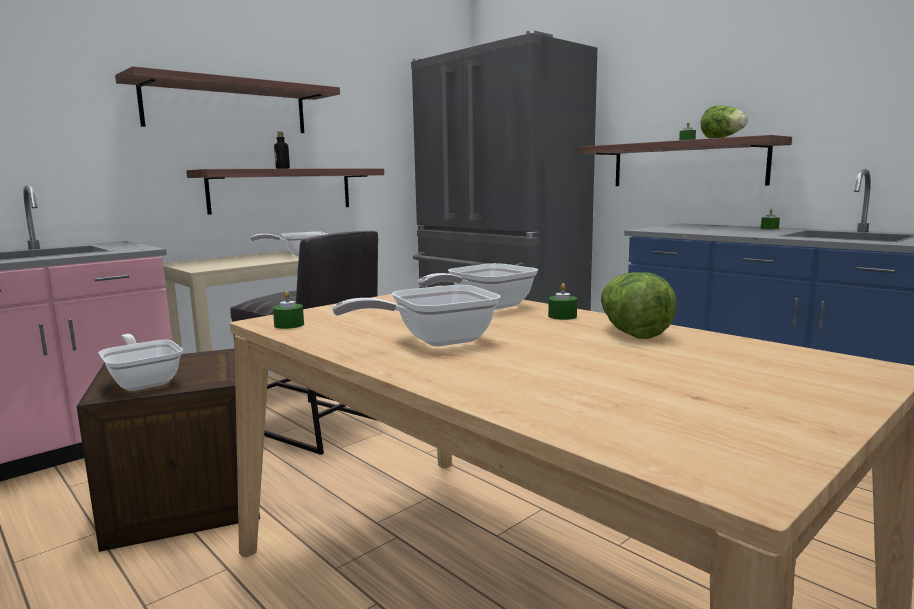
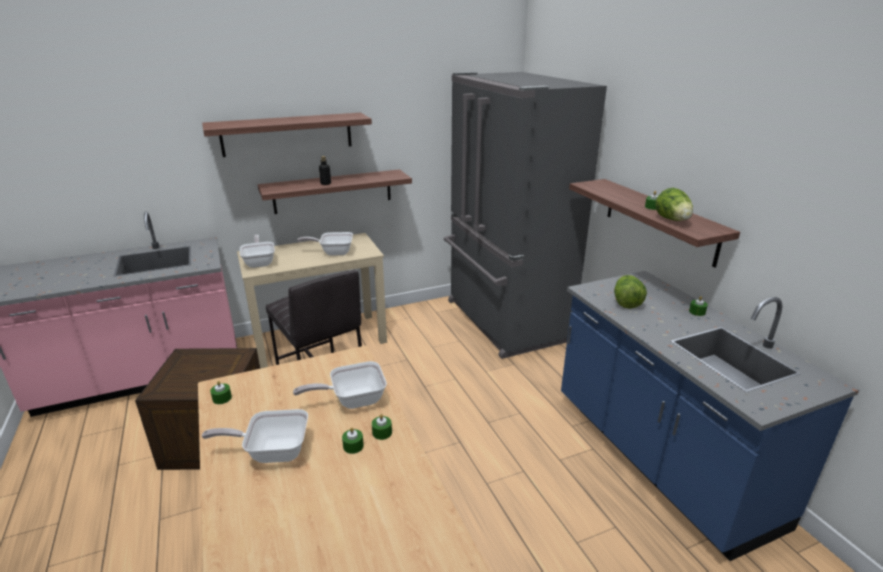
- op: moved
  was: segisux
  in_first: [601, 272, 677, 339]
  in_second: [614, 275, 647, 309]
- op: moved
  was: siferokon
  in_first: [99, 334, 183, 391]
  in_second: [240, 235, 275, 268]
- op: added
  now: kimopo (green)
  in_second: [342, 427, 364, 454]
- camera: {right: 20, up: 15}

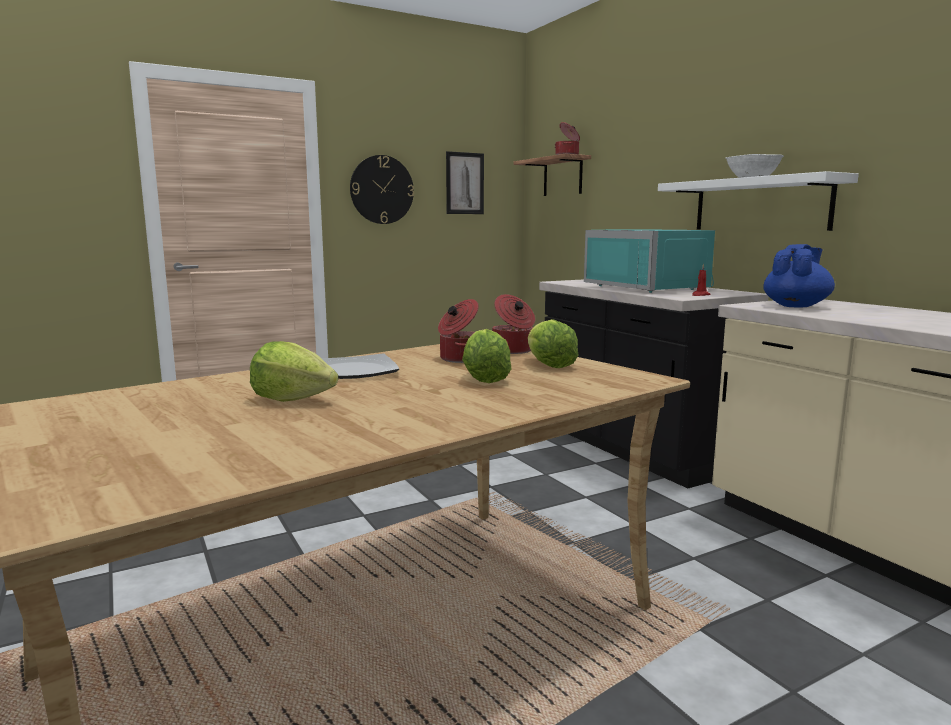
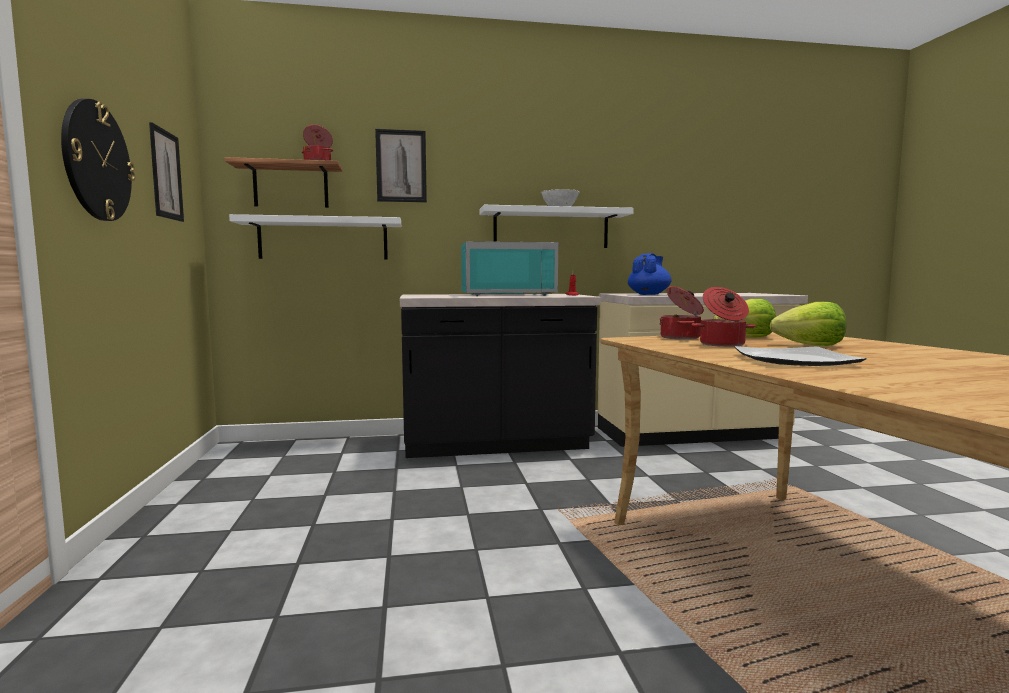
- op: turned
  was: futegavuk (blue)
  in_first: [763, 244, 835, 307]
  in_second: [628, 253, 672, 295]
  clockwise: 60
- op: removed
  was: segisux
  in_first: [250, 341, 338, 402]
- op: added
  now: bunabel
  in_second: [375, 129, 427, 202]
- op: added
  now: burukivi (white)
  in_second: [229, 214, 401, 259]
- camera: {right: -70, up: -5}

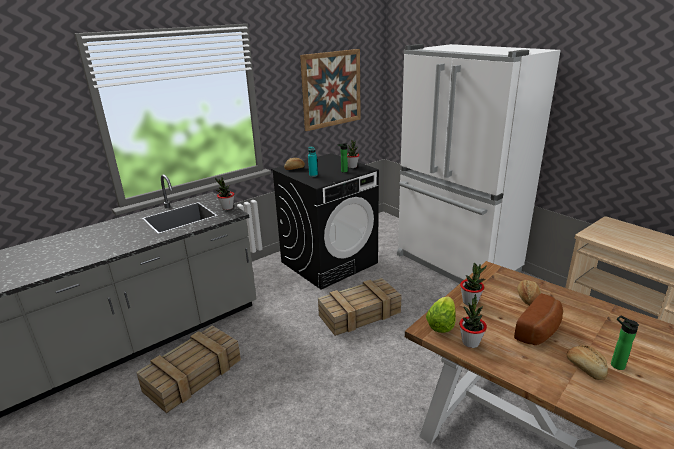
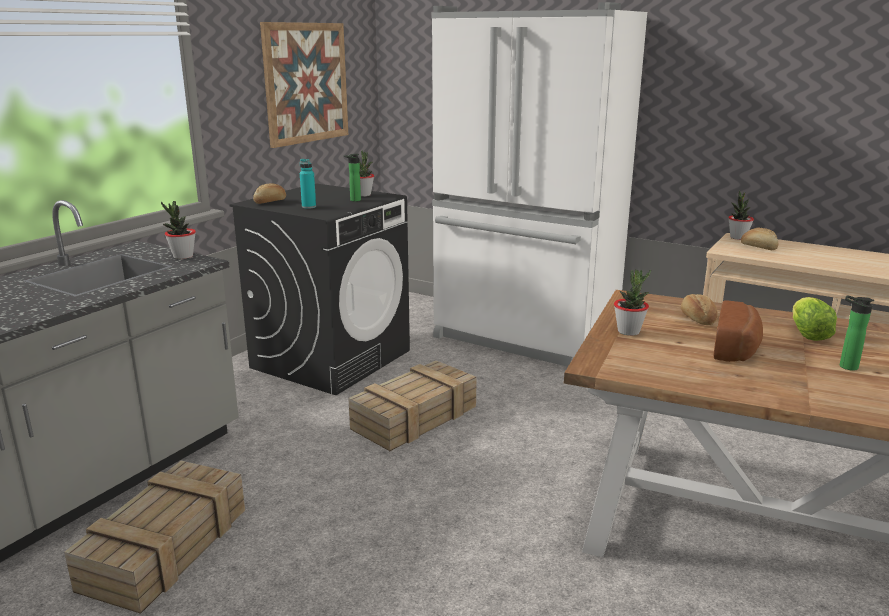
- op: moved
  was: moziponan
  in_first: [459, 294, 487, 348]
  in_second: [728, 190, 754, 240]
- op: moved
  was: segisux
  in_first: [426, 297, 456, 333]
  in_second: [793, 297, 837, 341]
- op: moved
  was: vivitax
  in_first: [567, 345, 608, 380]
  in_second: [741, 227, 778, 250]
- camera: {right: -20, up: -5}

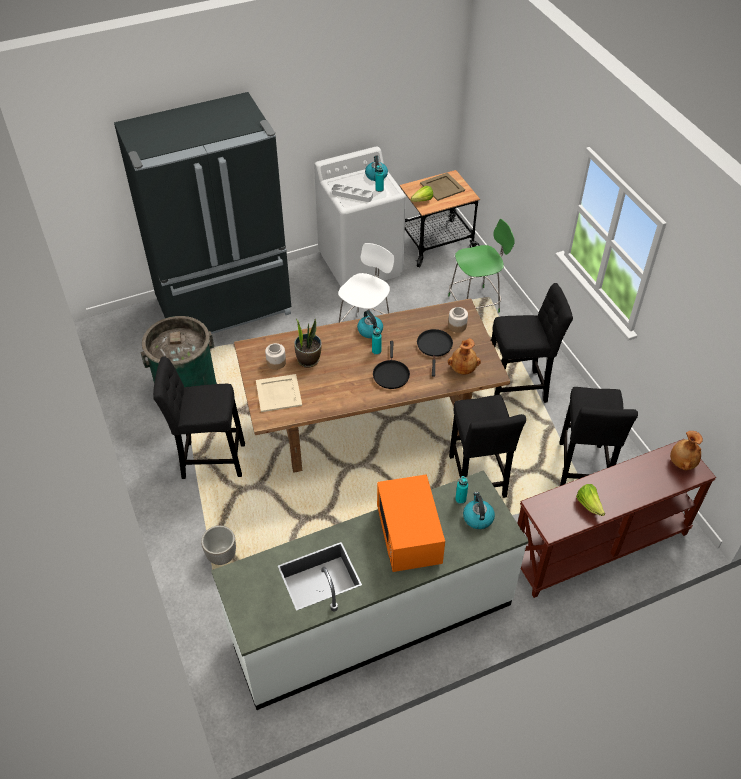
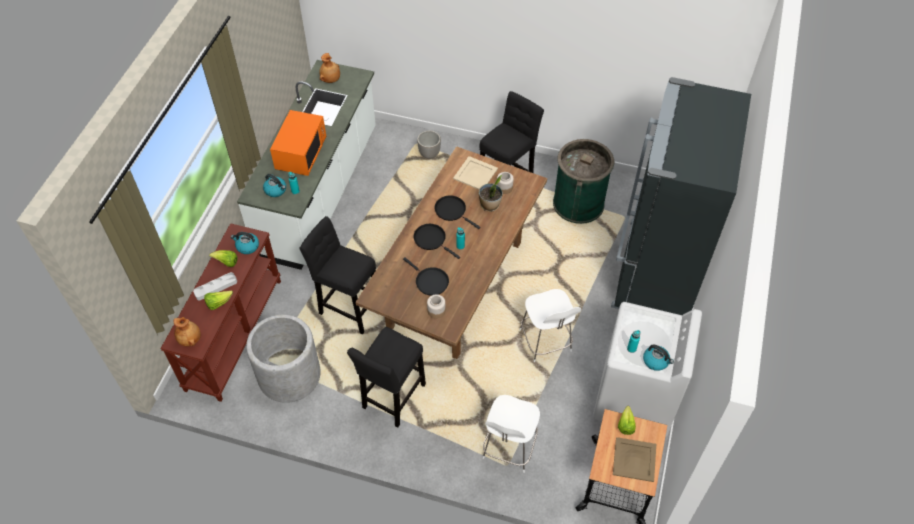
- op: moved
  was: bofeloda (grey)
  in_first: [332, 184, 373, 202]
  in_second: [193, 272, 237, 300]
- op: recoloured
  was: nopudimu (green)
  now: nopudimu (white)
  in_first: [448, 219, 515, 313]
  in_second: [483, 395, 540, 473]
- op: moved
  was: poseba
  in_first: [357, 310, 383, 338]
  in_second: [231, 232, 259, 254]
- op: moved
  was: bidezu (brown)
  in_first: [448, 338, 481, 374]
  in_second: [319, 53, 340, 83]
- op: replaced
  was: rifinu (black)
  now: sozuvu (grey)
  in_first: [559, 387, 638, 486]
  in_second: [246, 314, 321, 403]
- op: turned
  was: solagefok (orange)
  in_first: [377, 474, 445, 572]
  in_second: [270, 110, 326, 176]
  clockwise: 75
- op: added
  now: siferokon (black)
  in_second: [435, 195, 480, 229]
- op: added
  now: segisux
  in_second: [204, 290, 233, 310]
- camera: {right: 130, up: 5}

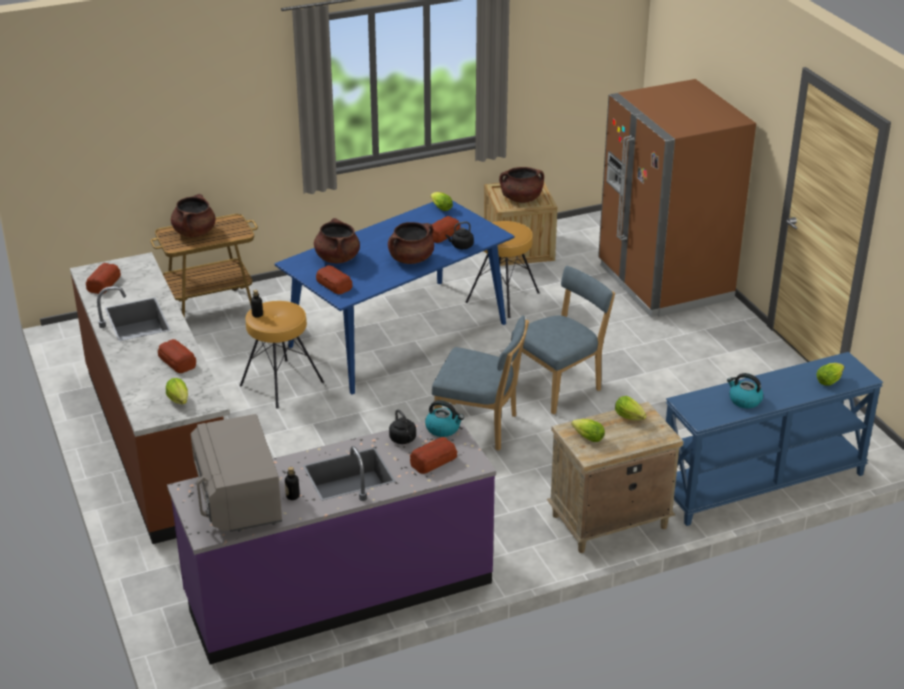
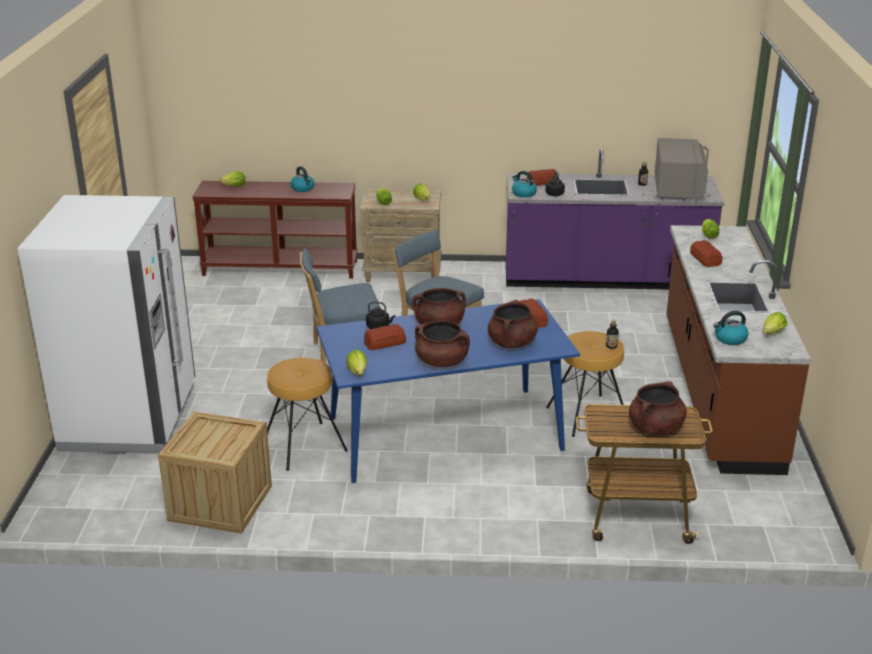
- op: recoloured
  was: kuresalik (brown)
  now: kuresalik (white)
  in_first: [598, 79, 756, 317]
  in_second: [18, 195, 195, 454]
- op: moved
  was: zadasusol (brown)
  in_first: [499, 167, 544, 203]
  in_second: [415, 320, 470, 367]
- op: replaced
  was: vivitax
  now: segisux
  in_first: [86, 263, 121, 294]
  in_second: [763, 312, 787, 334]
- op: recoloured
  was: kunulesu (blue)
  now: kunulesu (brown)
  in_first: [666, 352, 883, 526]
  in_second: [192, 181, 358, 279]
- op: added
  now: poseba
  in_second: [713, 311, 749, 345]
- camera: {right: -155, up: -5}

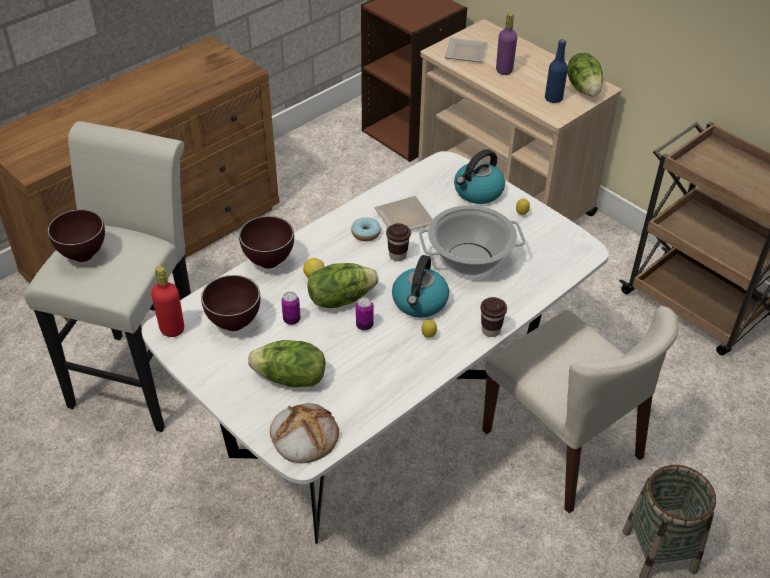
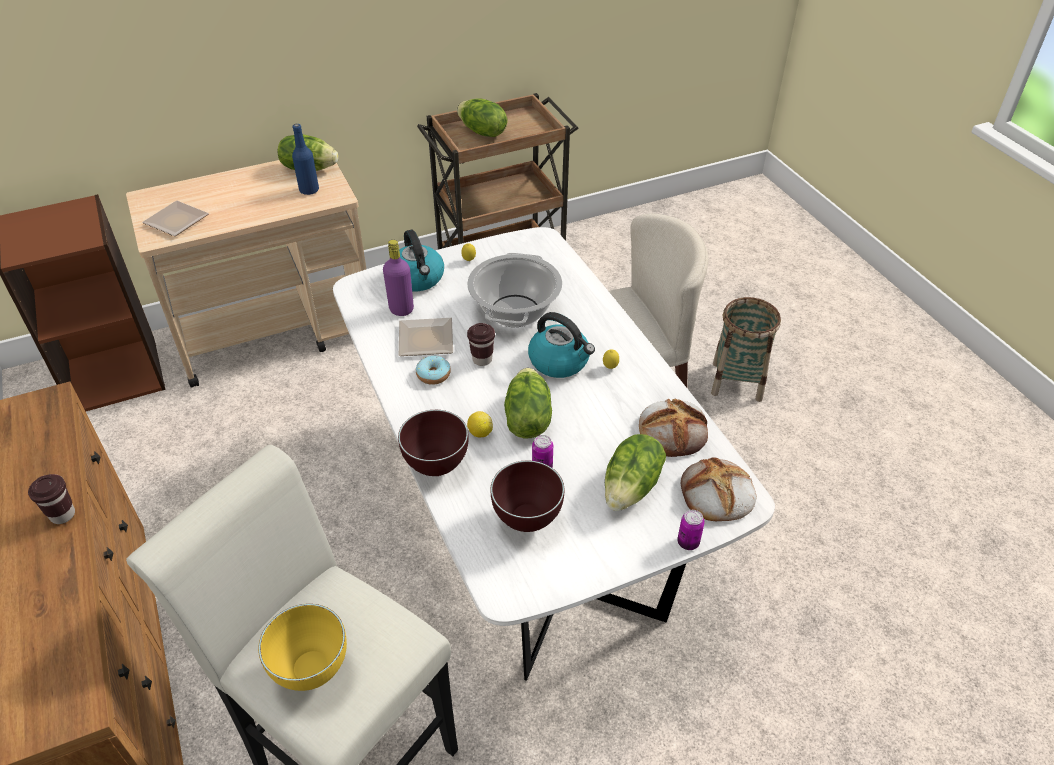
- op: moved
  was: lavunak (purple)
  in_first: [496, 13, 517, 75]
  in_second: [383, 240, 414, 316]
- op: recoloured
  was: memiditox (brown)
  now: memiditox (yellow)
  in_first: [48, 209, 105, 262]
  in_second: [258, 604, 347, 691]
- op: removed
  was: lavunak (red)
  in_first: [151, 266, 184, 337]
- op: moved
  was: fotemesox
  in_first: [356, 297, 374, 330]
  in_second: [677, 510, 705, 550]
- op: moved
  was: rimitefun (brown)
  in_first: [481, 297, 507, 337]
  in_second: [28, 474, 75, 524]
- op: added
  now: segisux
  in_second: [457, 98, 507, 137]
- op: added
  now: vivitax
  in_second: [639, 399, 708, 457]
- camera: {right: -70, up: 0}

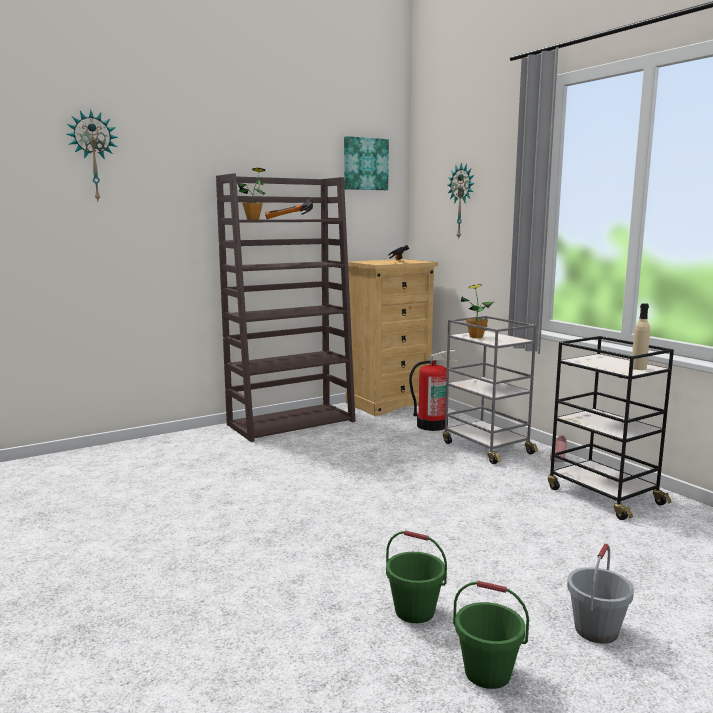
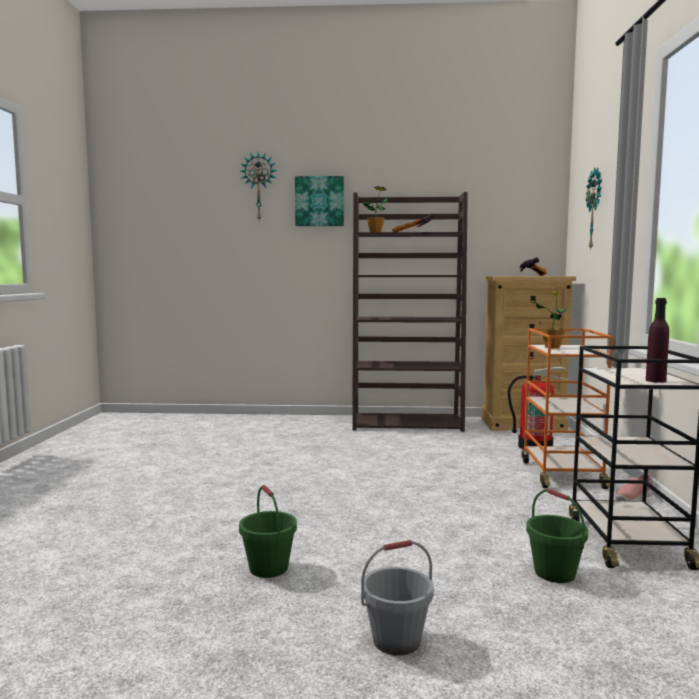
- op: moved
  was: bunabel
  in_first: [344, 136, 389, 190]
  in_second: [295, 176, 344, 226]
- op: recoloured
  was: lavunak (beige)
  now: lavunak (purple)
  in_first: [632, 303, 650, 370]
  in_second: [646, 298, 669, 383]
- op: recoloured
  was: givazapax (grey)
  now: givazapax (orange)
  in_first: [443, 316, 538, 464]
  in_second: [522, 328, 613, 489]
- op: moved
  was: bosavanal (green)
  in_first: [453, 581, 529, 689]
  in_second: [526, 489, 588, 583]
- camera: {right: 35, up: -5}

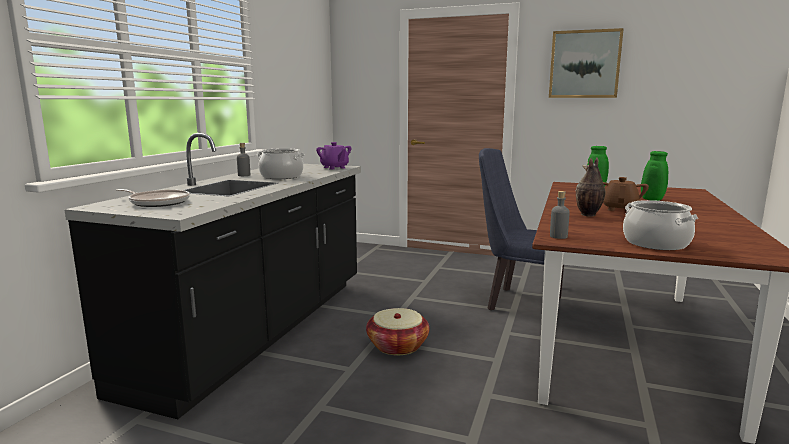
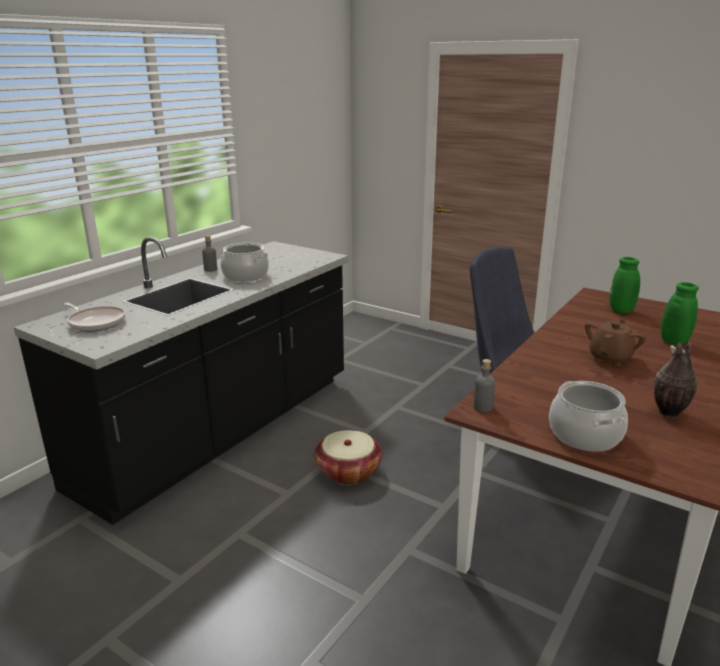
- op: removed
  was: bunabel
  in_first: [549, 28, 624, 98]
- op: removed
  was: futegavuk (purple)
  in_first: [316, 142, 351, 169]
- op: moved
  was: bidezu
  in_first: [576, 158, 606, 217]
  in_second: [654, 341, 697, 418]
- camera: {right: 15, up: 10}

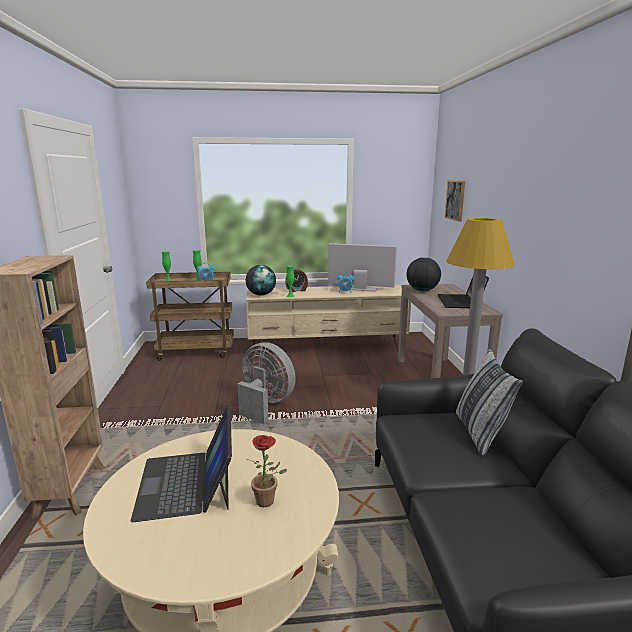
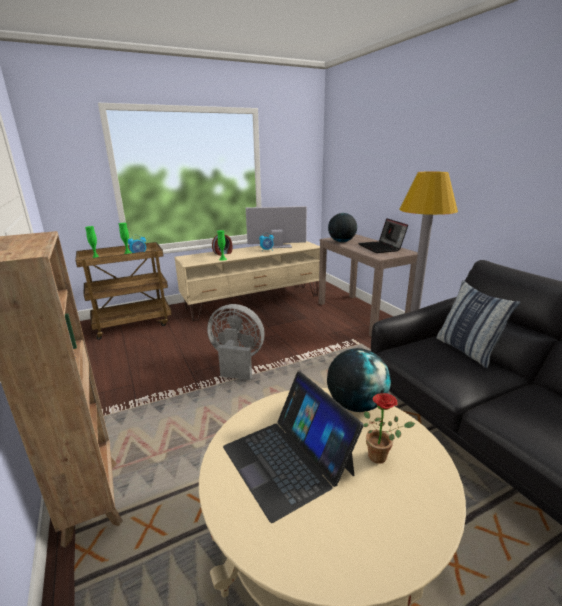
- op: removed
  was: bunabel
  in_first: [445, 180, 465, 221]
- op: moved
  was: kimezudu
  in_first: [246, 265, 276, 295]
  in_second: [327, 348, 391, 412]
- camera: {right: -20, up: 5}

